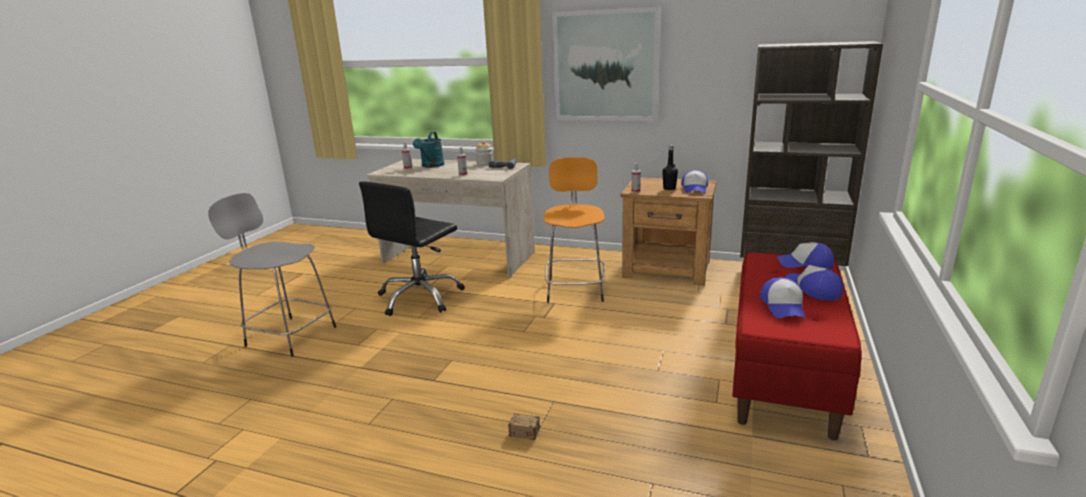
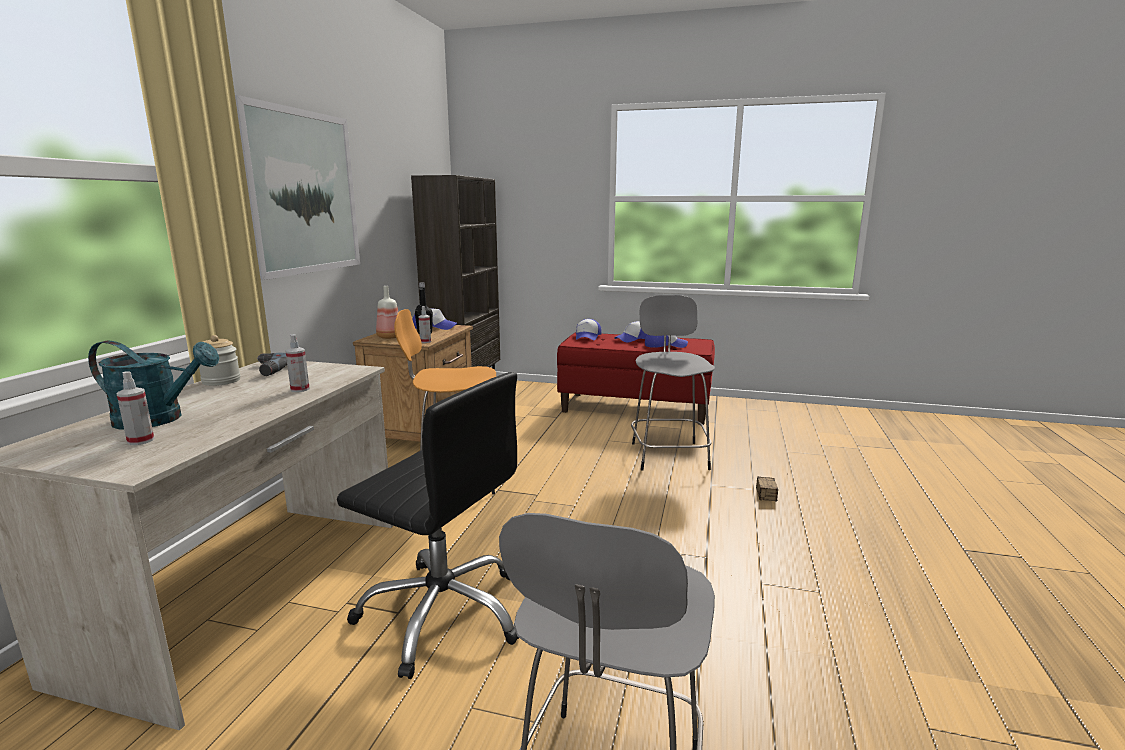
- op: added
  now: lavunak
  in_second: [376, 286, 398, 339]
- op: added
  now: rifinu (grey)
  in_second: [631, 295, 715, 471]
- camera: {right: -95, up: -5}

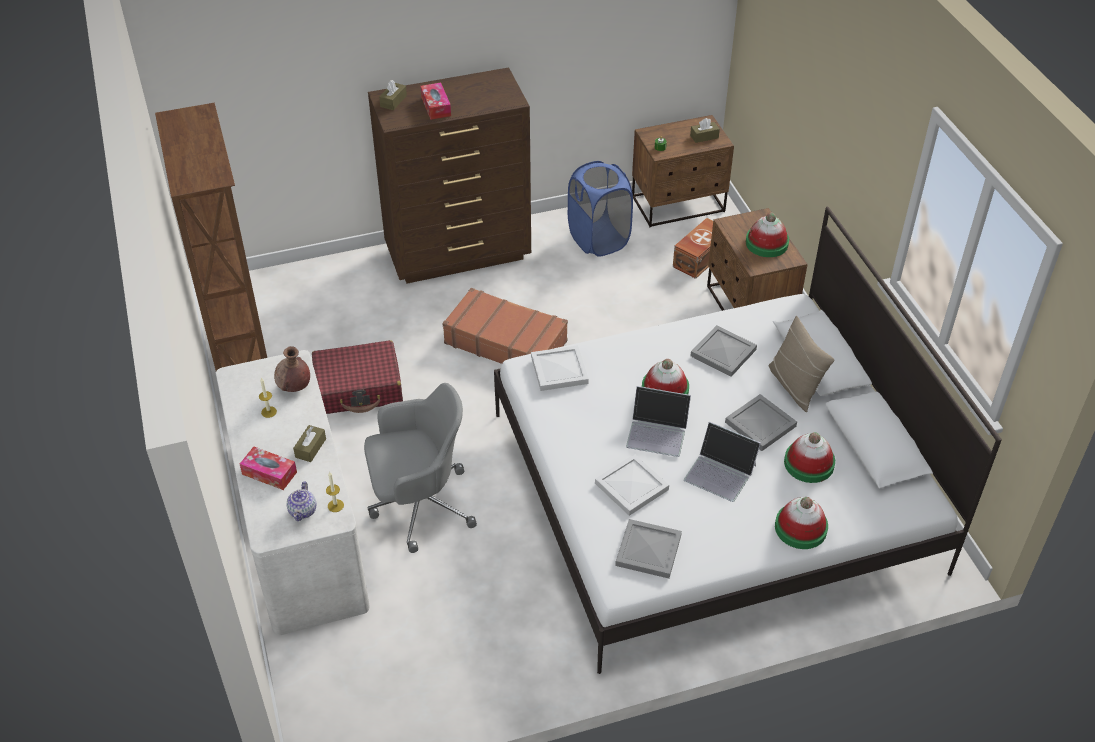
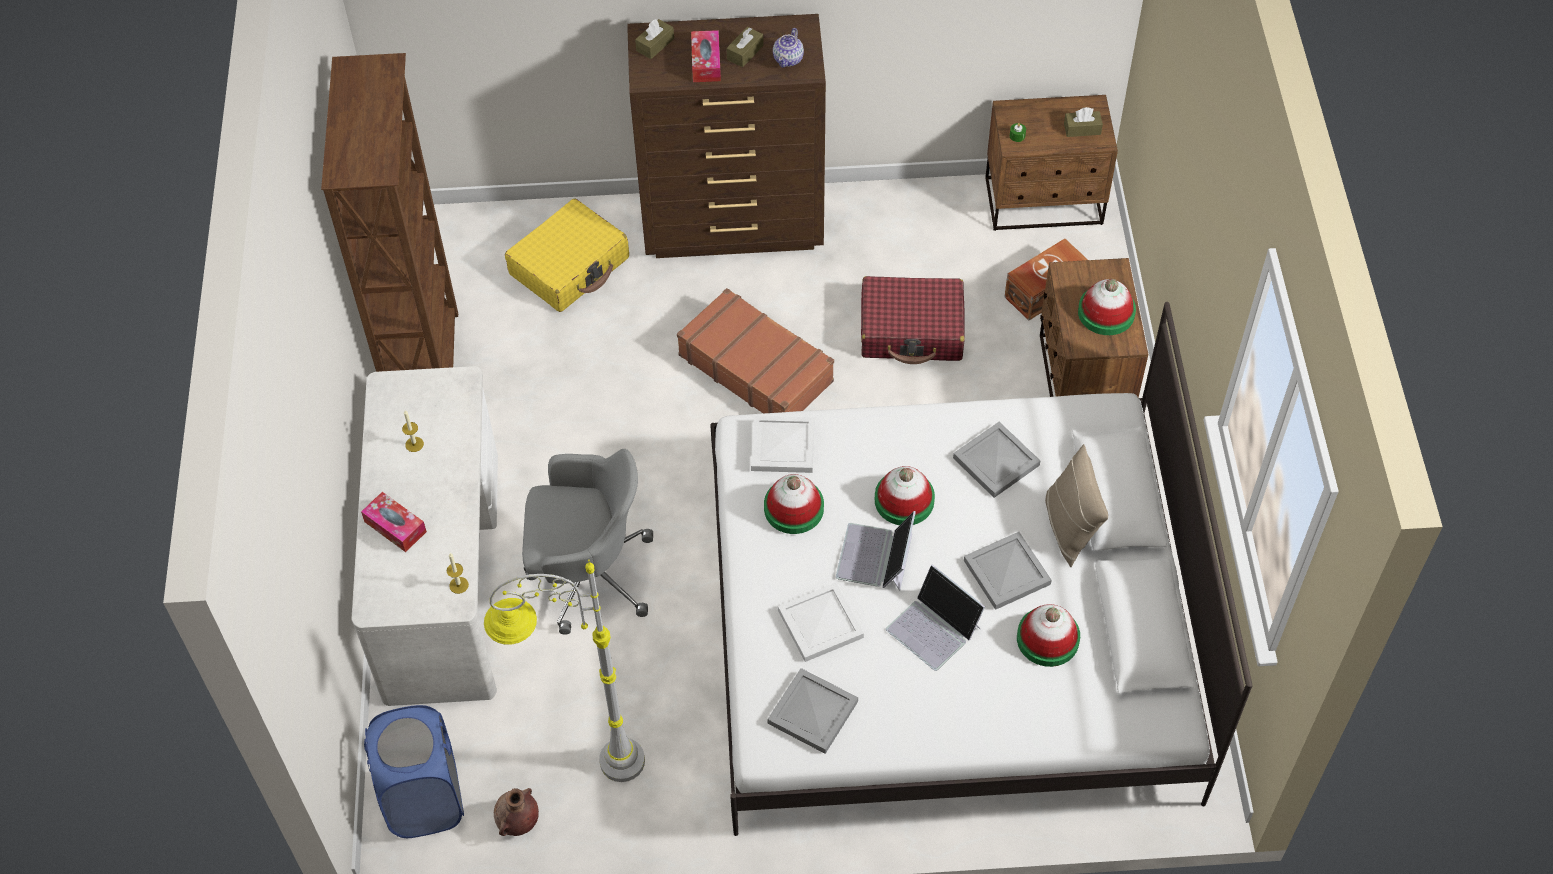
- op: moved
  was: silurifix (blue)
  in_first: [568, 161, 633, 257]
  in_second: [364, 705, 464, 838]
- op: moved
  was: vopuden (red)
  in_first: [312, 340, 403, 414]
  in_second: [861, 276, 965, 364]
- op: moved
  was: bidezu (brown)
  in_first: [274, 346, 310, 392]
  in_second: [494, 788, 539, 836]
- op: turned
  was: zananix
  in_first: [626, 386, 691, 457]
  in_second: [836, 511, 916, 591]
  clockwise: 75
- op: moved
  was: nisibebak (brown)
  in_first: [293, 425, 326, 462]
  in_second: [726, 27, 764, 67]
- op: moved
  was: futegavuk
  in_first: [286, 481, 317, 521]
  in_second: [773, 28, 804, 68]
- op: moved
  was: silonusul
  in_first: [775, 497, 828, 549]
  in_second: [764, 474, 824, 534]
- op: added
  now: vopuden (yellow)
  in_second: [505, 198, 629, 312]
- op: added
  now: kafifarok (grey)
  in_second: [484, 560, 645, 782]
- camera: {right: 15, up: 10}

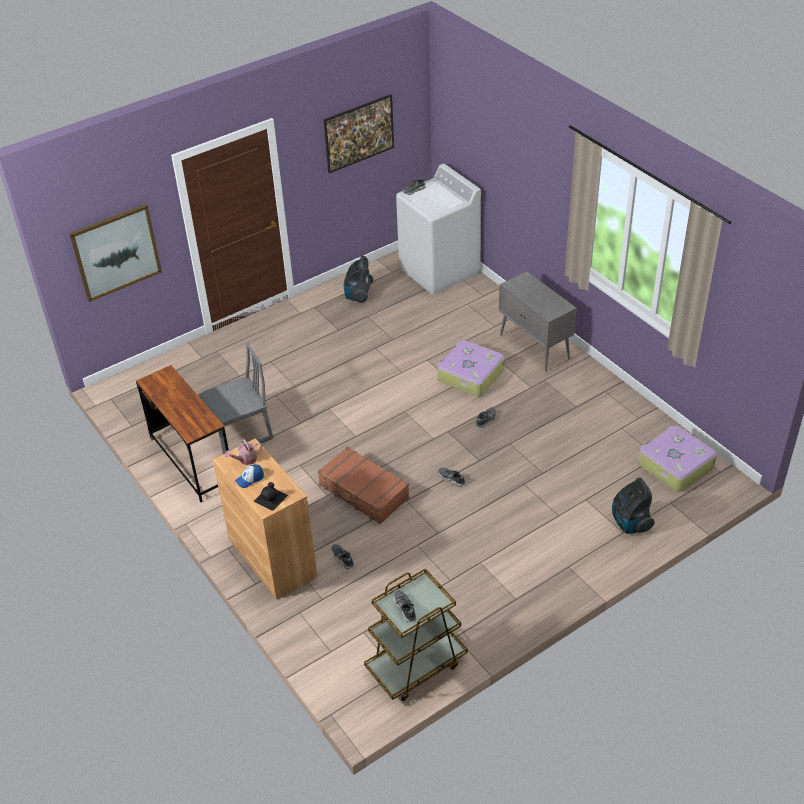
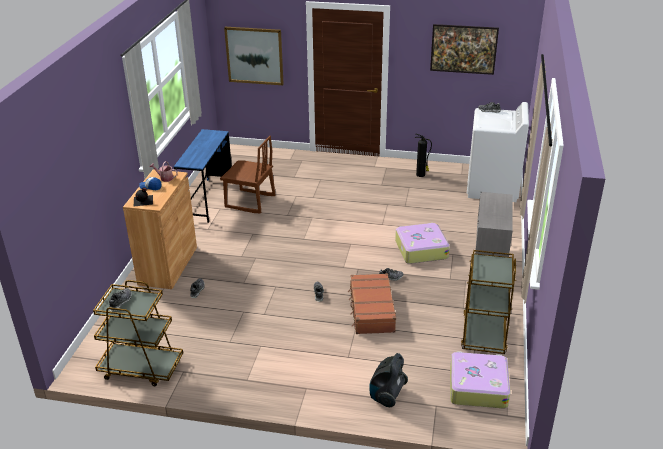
- op: replaced
  was: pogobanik
  now: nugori
  in_first: [344, 256, 373, 303]
  in_second: [415, 134, 432, 177]
- op: recoloured
  was: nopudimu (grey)
  now: nopudimu (brown)
  in_first: [199, 342, 273, 454]
  in_second: [220, 136, 276, 213]
- op: recoloured
  was: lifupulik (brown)
  now: lifupulik (blue)
  in_first: [136, 365, 229, 502]
  in_second: [174, 129, 232, 223]
- op: moved
  was: vopuden (brown)
  in_first: [318, 446, 409, 524]
  in_second: [348, 273, 396, 334]
- op: added
  now: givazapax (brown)
  in_second: [461, 250, 516, 354]
- camera: {right: 45, up: -10}

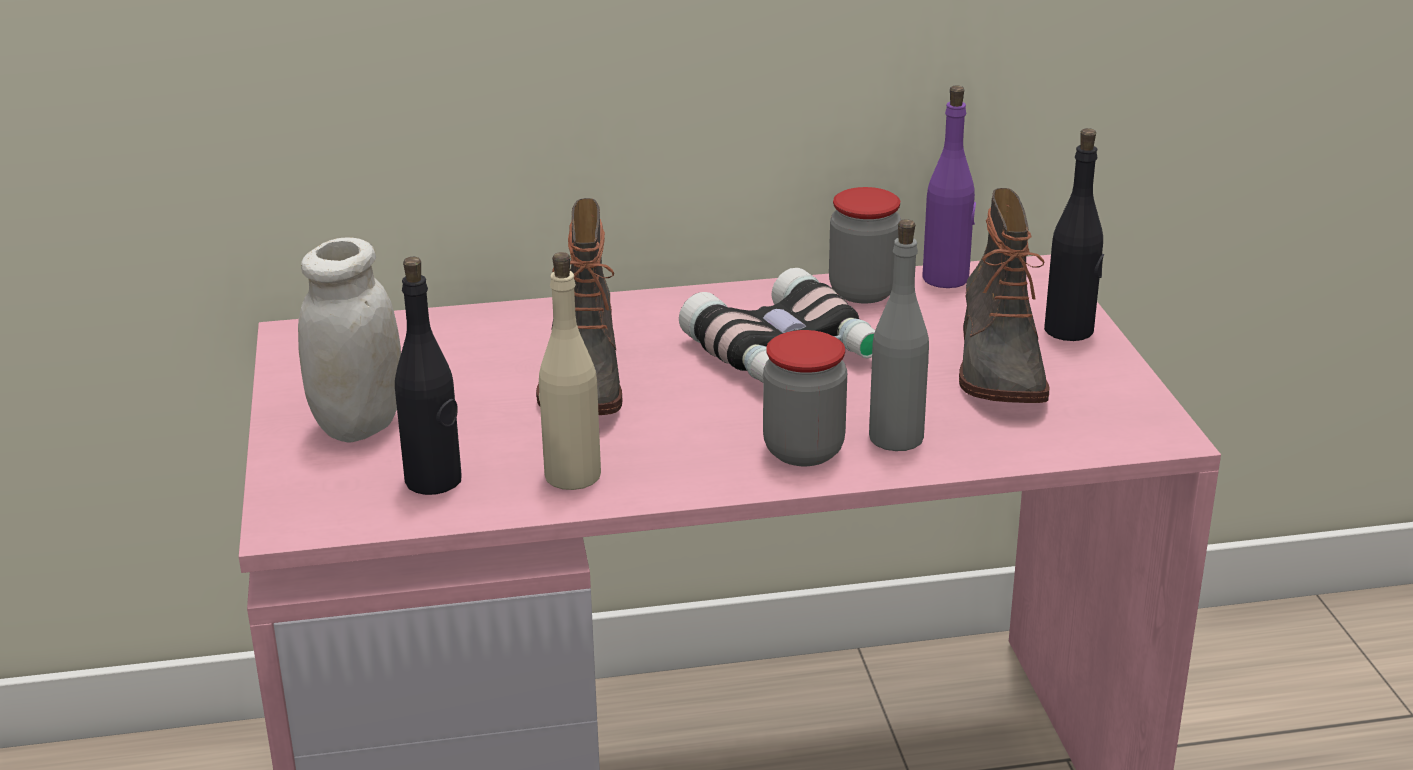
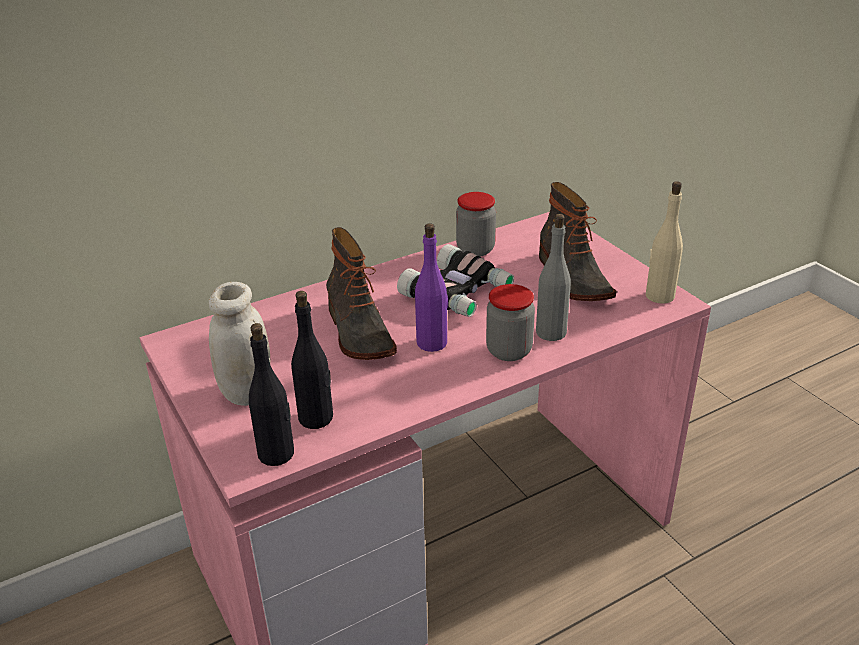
- op: moved
  was: lavunak (purple)
  in_first: [922, 86, 976, 288]
  in_second: [415, 223, 448, 352]
- op: moved
  was: lavunak (black)
  in_first: [1044, 128, 1104, 341]
  in_second: [249, 323, 294, 466]
- op: moved
  was: lavunak (beige)
  in_first: [539, 252, 601, 490]
  in_second: [646, 181, 683, 304]
- camera: {right: -20, up: 5}

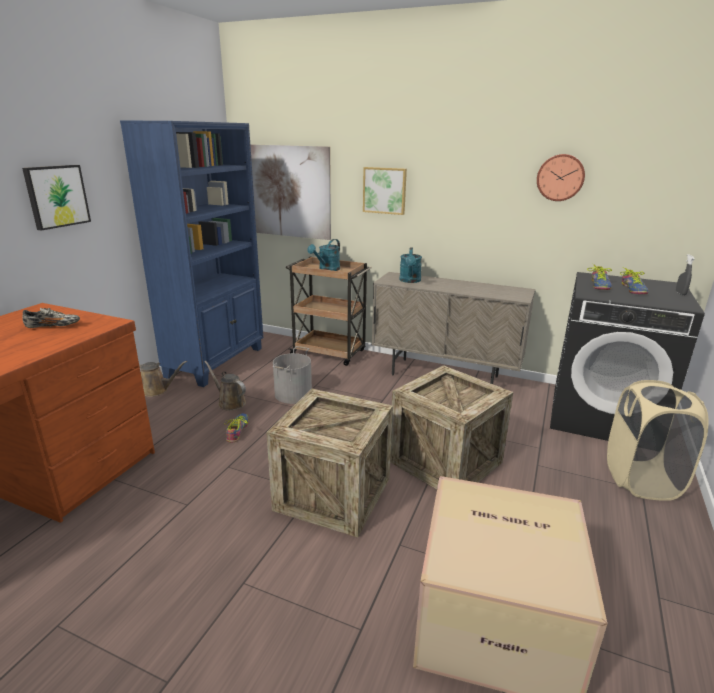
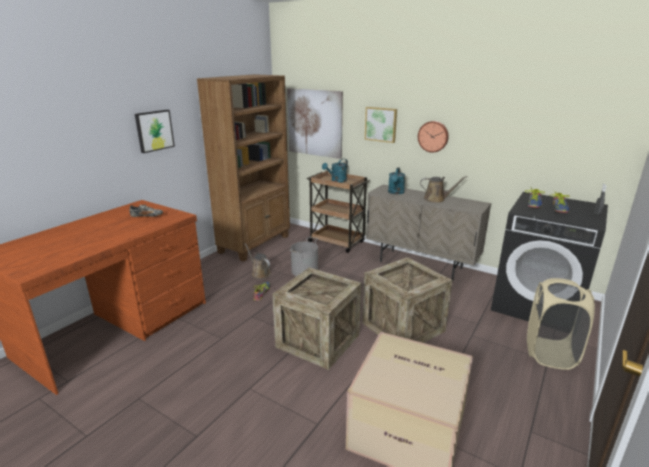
- op: recoloured
  was: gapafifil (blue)
  now: gapafifil (brown)
  in_first: [120, 120, 263, 387]
  in_second: [197, 74, 290, 262]
- op: moved
  was: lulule
  in_first: [537, 154, 585, 201]
  in_second: [418, 121, 449, 153]
- op: moved
  was: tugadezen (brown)
  in_first: [139, 361, 187, 397]
  in_second: [420, 176, 468, 203]
- camera: {right: 10, up: 0}

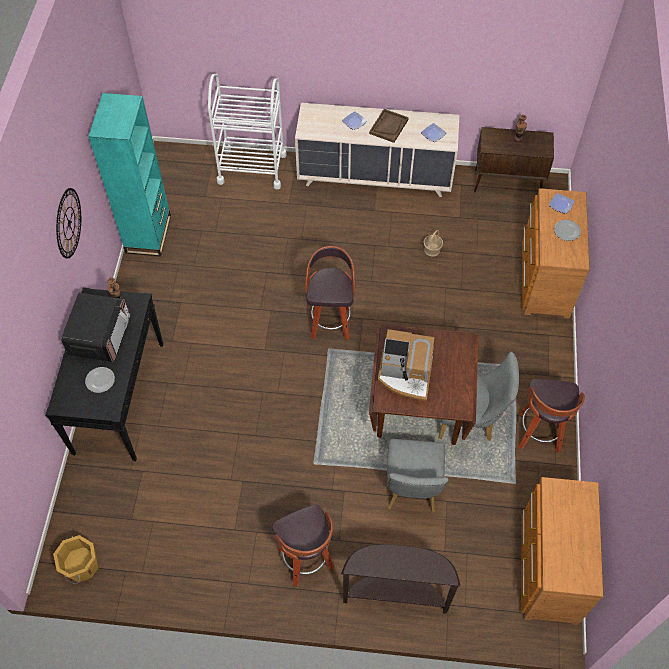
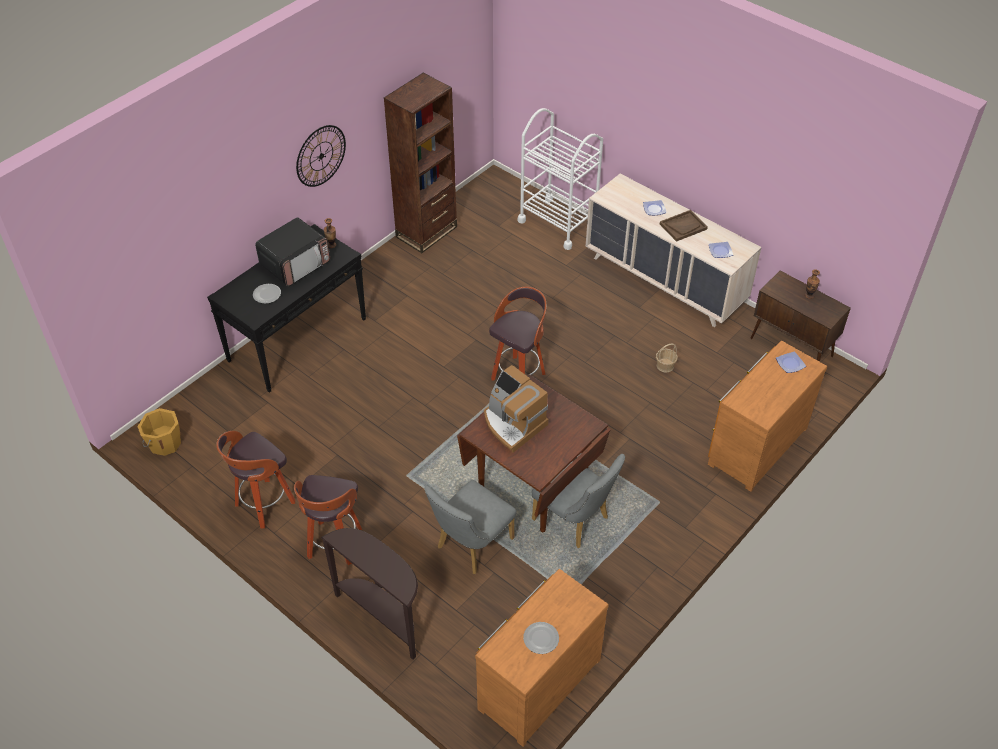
- op: recoloured
  was: gapafifil (turquoise)
  now: gapafifil (brown)
  in_first: [88, 93, 171, 256]
  in_second: [384, 73, 457, 253]
- op: moved
  was: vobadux
  in_first: [554, 220, 581, 241]
  in_second: [523, 622, 559, 654]
- op: moved
  was: rifinu
  in_first: [519, 379, 585, 453]
  in_second: [216, 431, 295, 528]
- camera: {right: 35, up: -10}

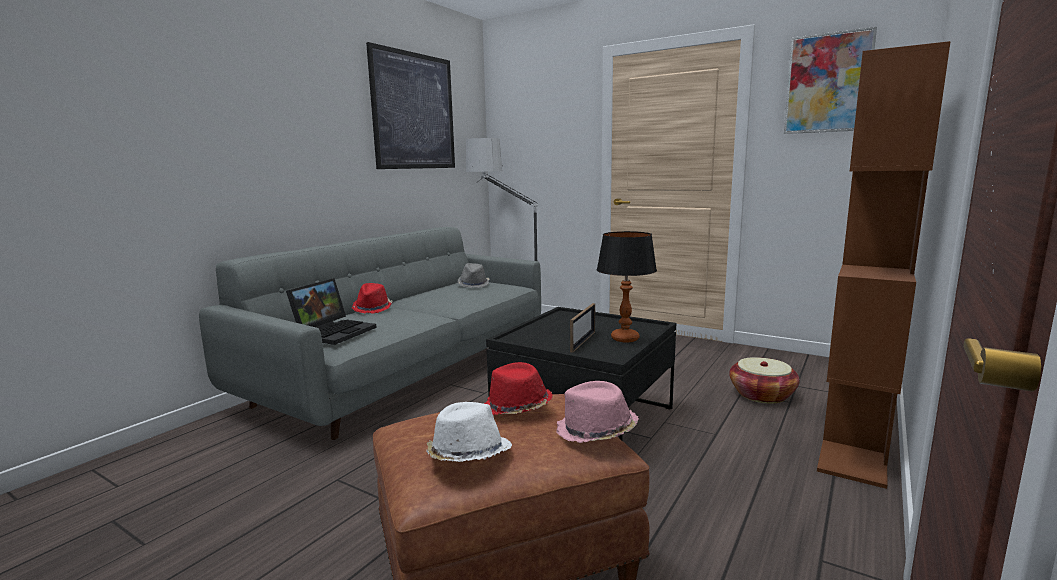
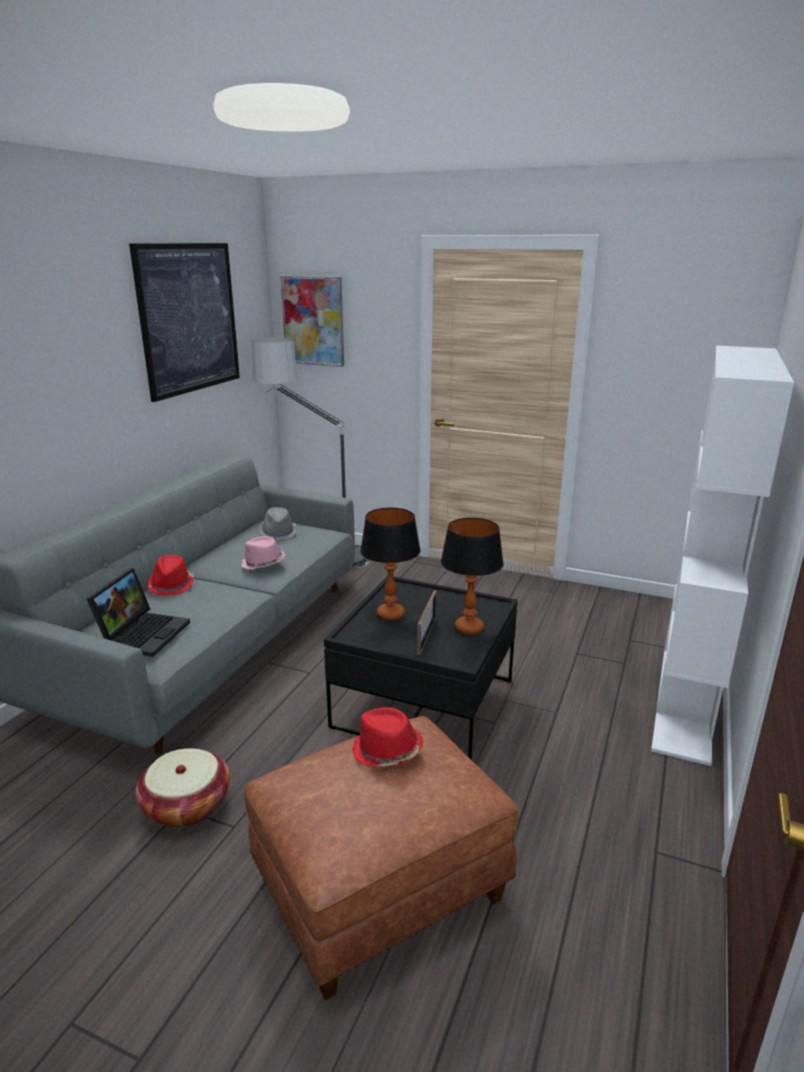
- op: moved
  was: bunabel
  in_first: [784, 27, 877, 134]
  in_second: [280, 276, 344, 367]
- op: recoloured
  was: gapafifil (brown)
  now: gapafifil (white)
  in_first: [817, 41, 951, 489]
  in_second: [651, 346, 794, 766]
- op: moved
  was: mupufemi
  in_first: [729, 357, 800, 404]
  in_second: [136, 748, 230, 828]
- op: moved
  was: silonusul (pink)
  in_first: [556, 381, 639, 443]
  in_second: [241, 536, 286, 570]
- op: removed
  was: silonusul (white)
  in_first: [427, 402, 512, 462]
- op: added
  now: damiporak
  in_second: [360, 508, 421, 620]
- camera: {right: -10, up: 10}

